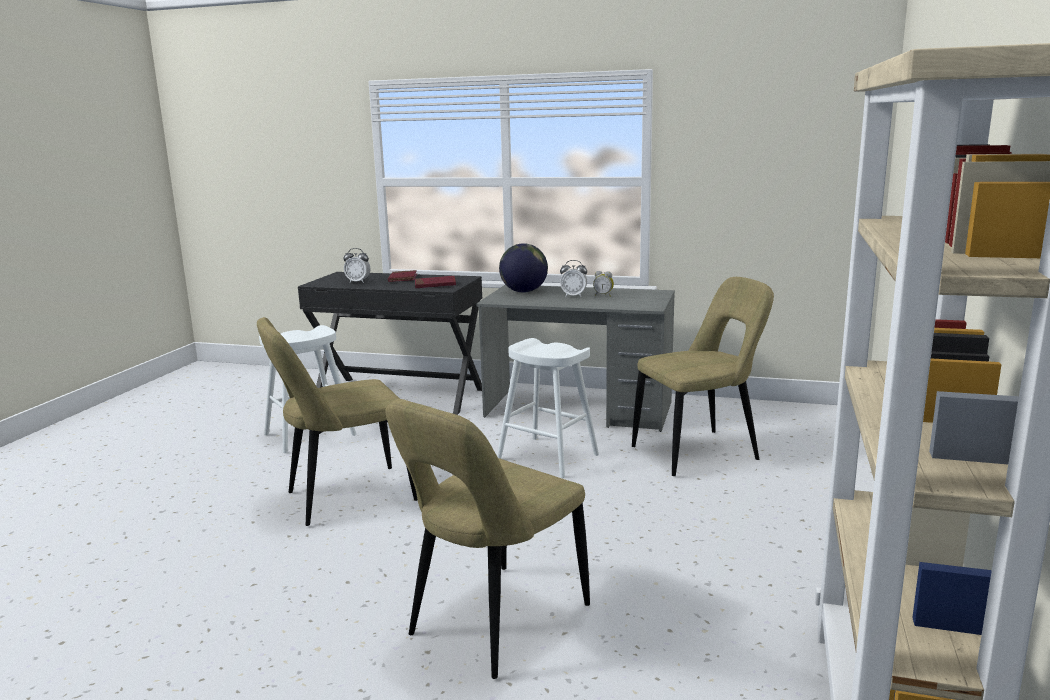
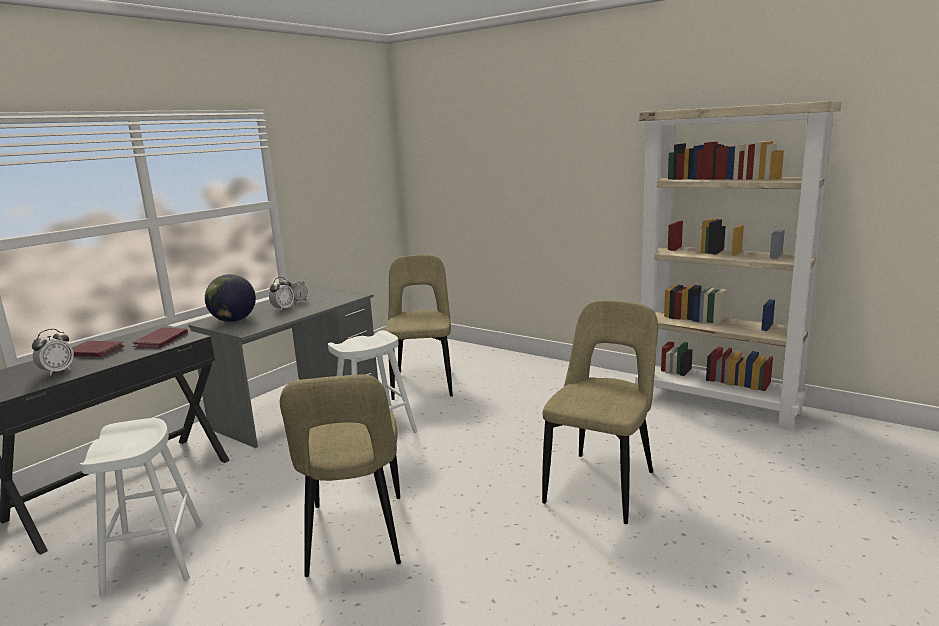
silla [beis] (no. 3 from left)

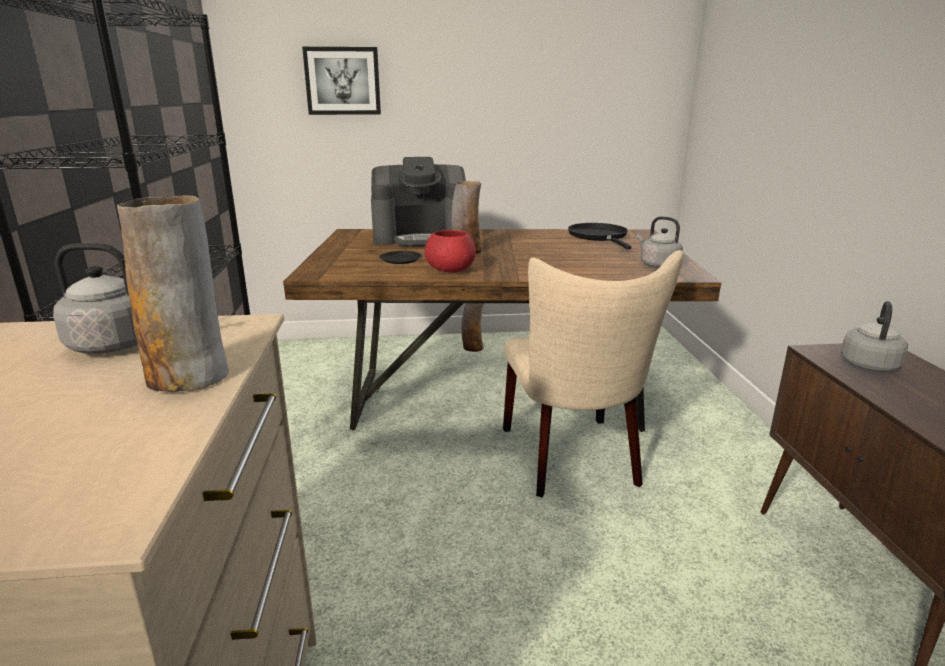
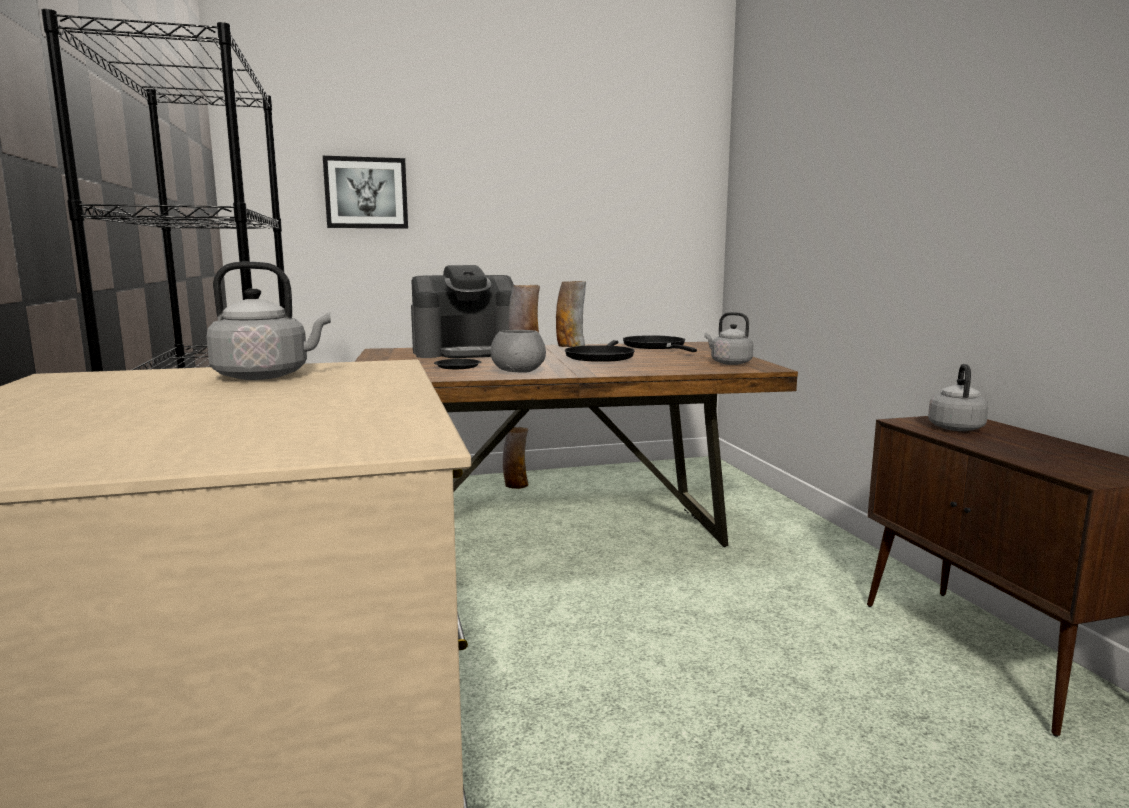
florero (no. 3 from left)
cuenco [gris]
silla [beis]
sartén [negro] (no. 1 from left)

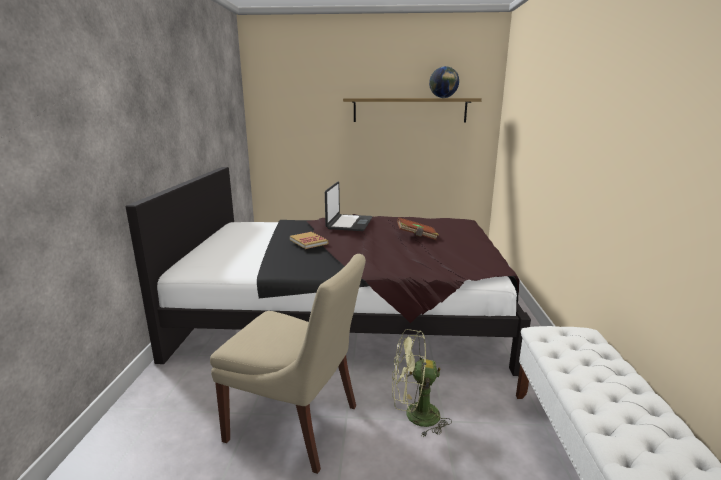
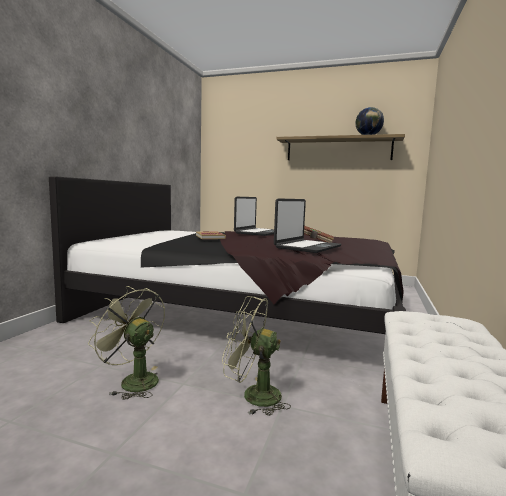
ventilador [verde] (no. 1 from left)
portátil (no. 2 from left)

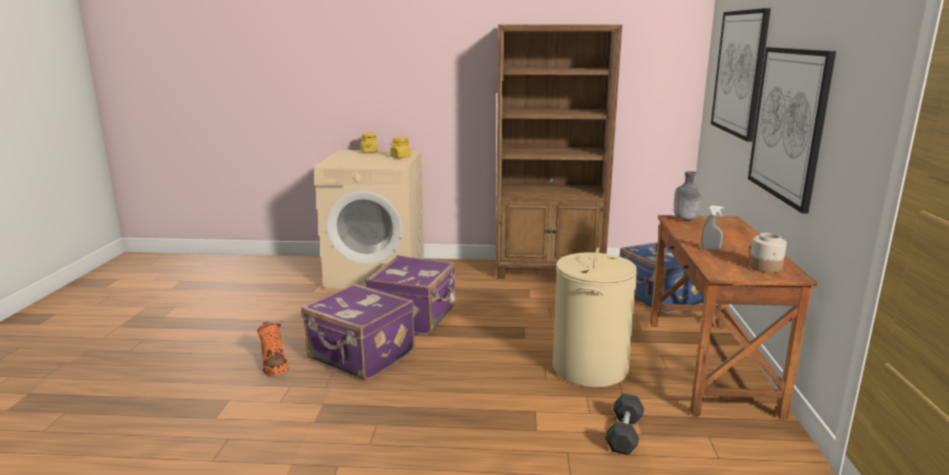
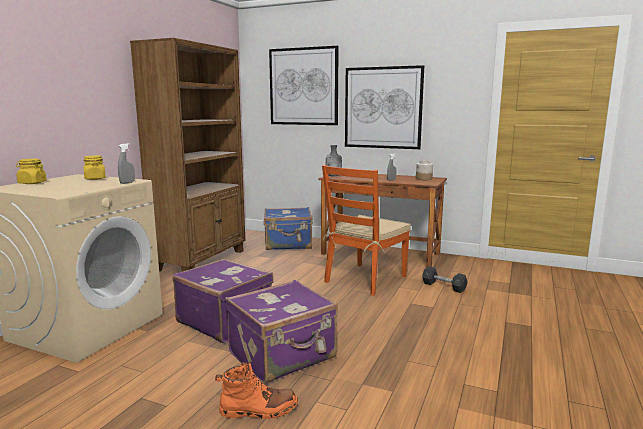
silla [naranja]
pulverizador [gris] (no. 1 from left)

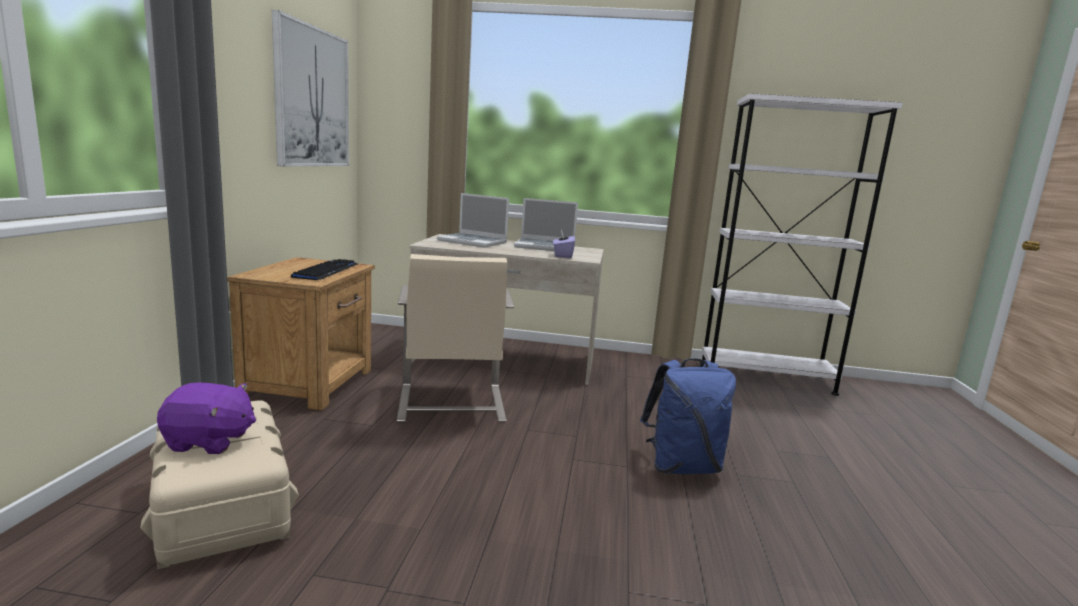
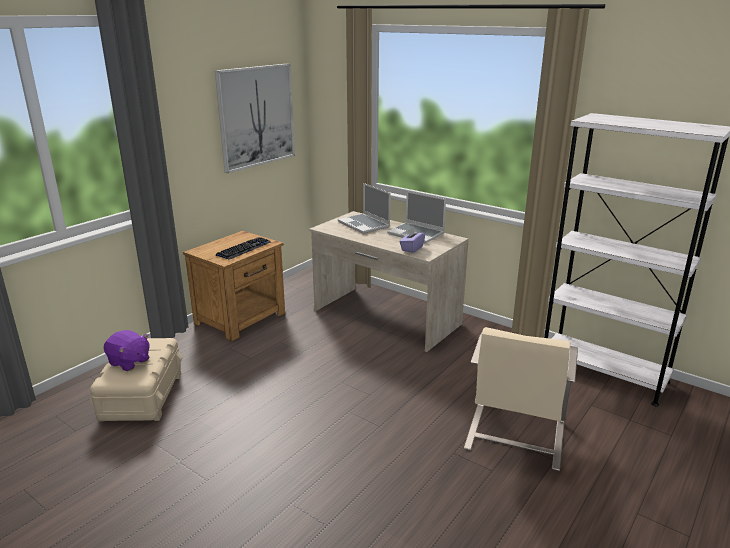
silla [beis]
mochila [azul]

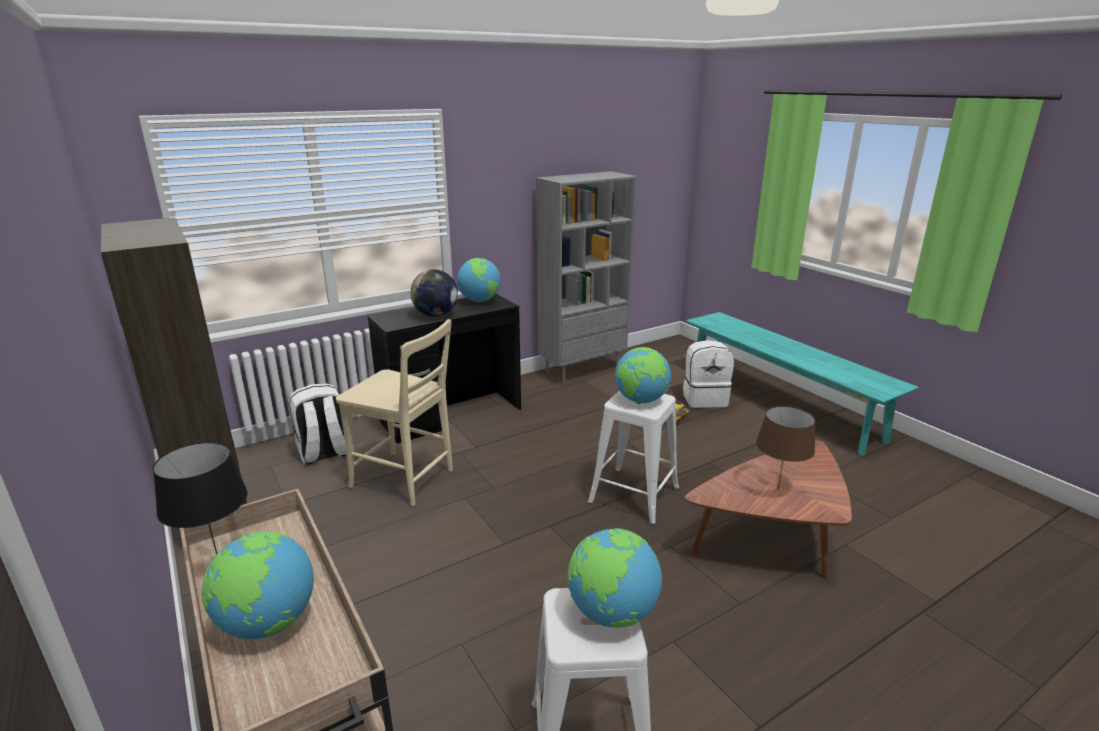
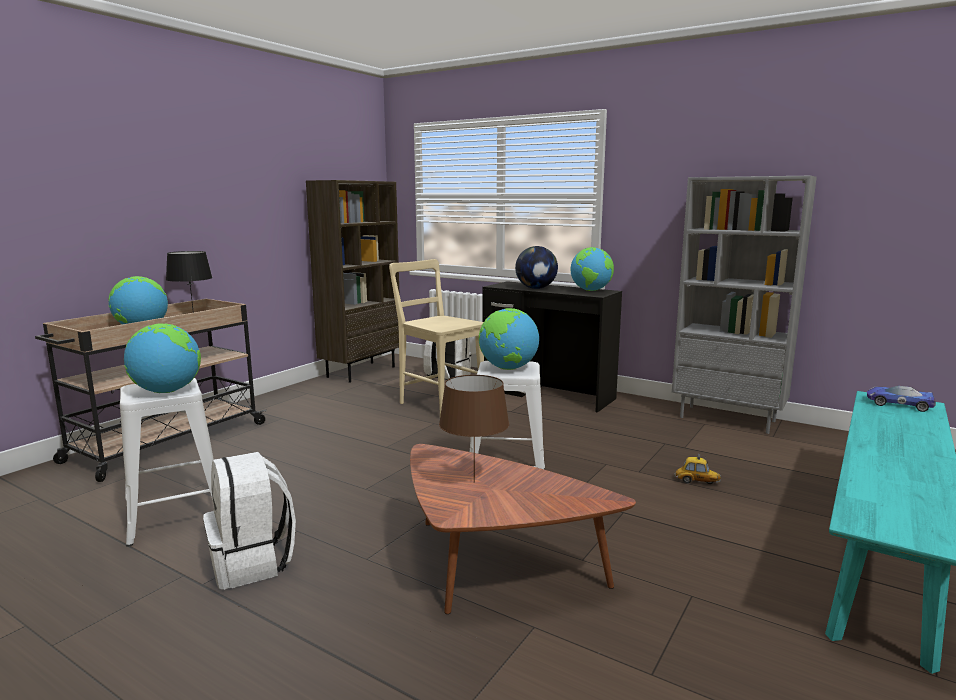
silla [beis]
mochila [blanco] (no. 1 from left)
coche de juguete (no. 2 from left)

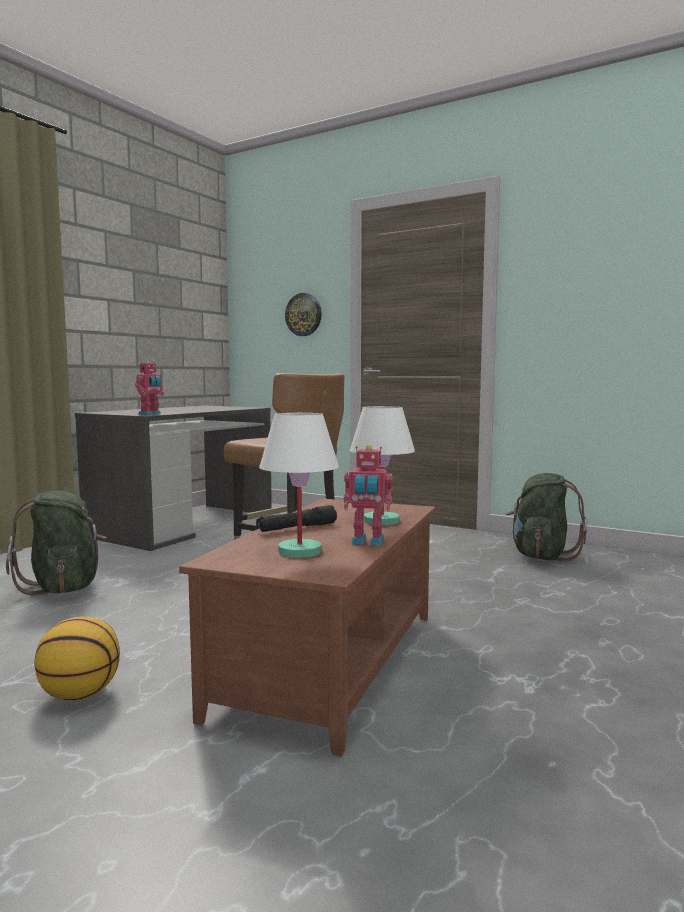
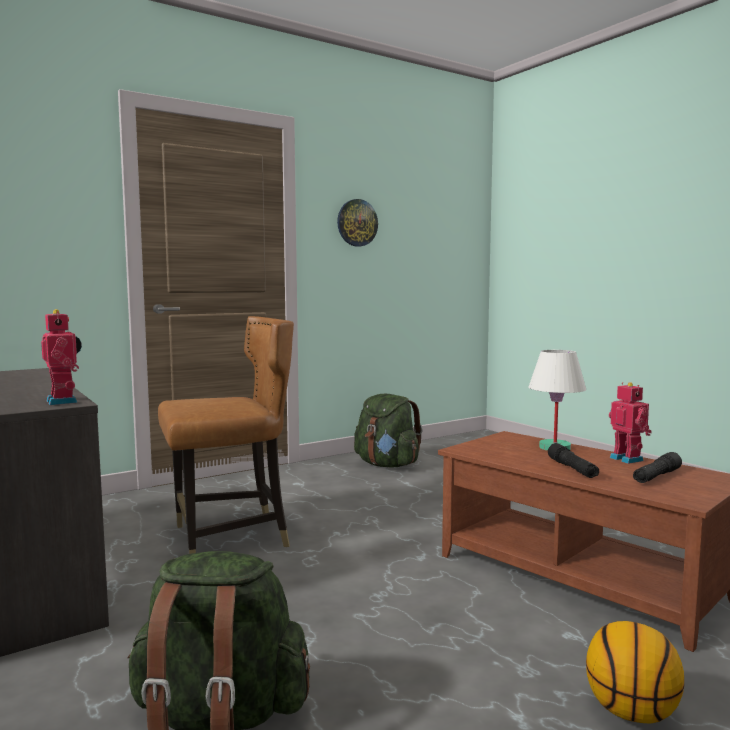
linterna [negro] (no. 2 from left)
reloj de pared
robot de juguete (no. 2 from left)

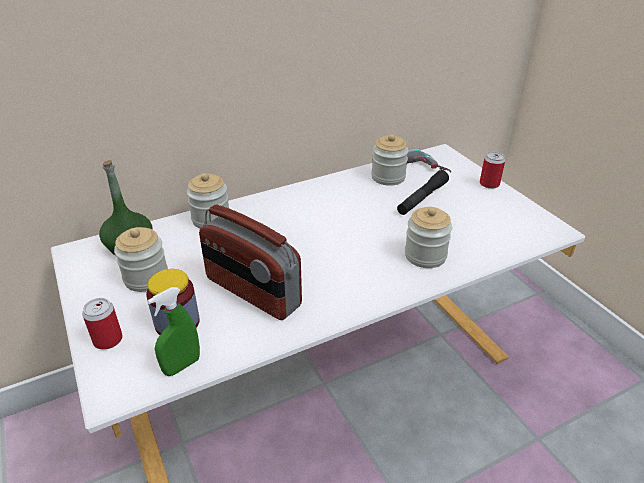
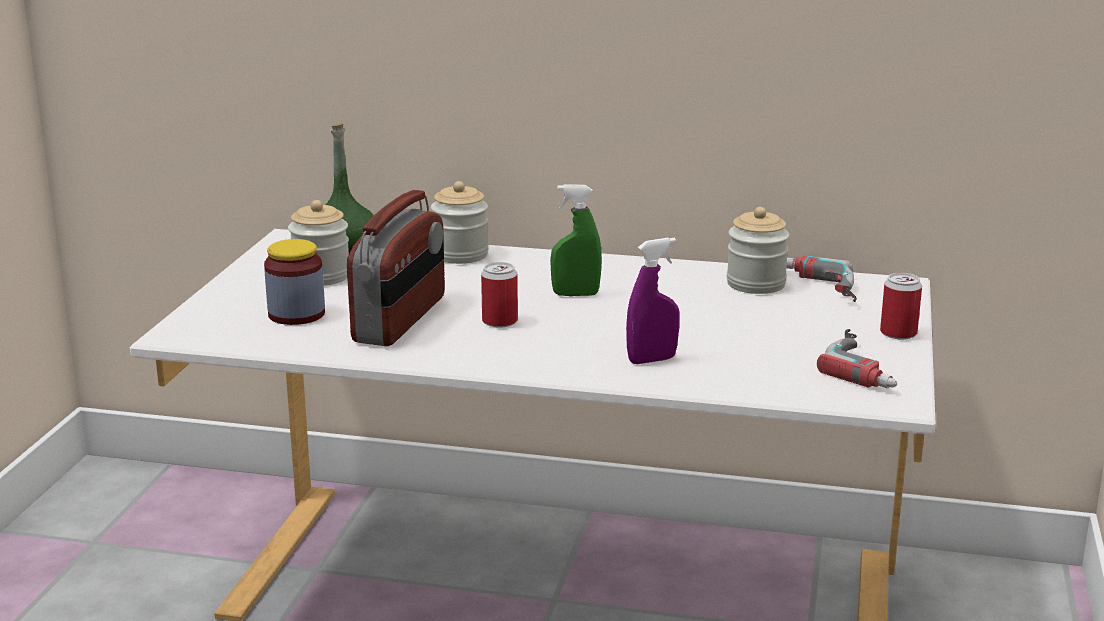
lata (no. 1 from left)
pulverizador [verde]
radio
linterna [negro]
pulverizador [morado]
taladro (no. 2 from left)

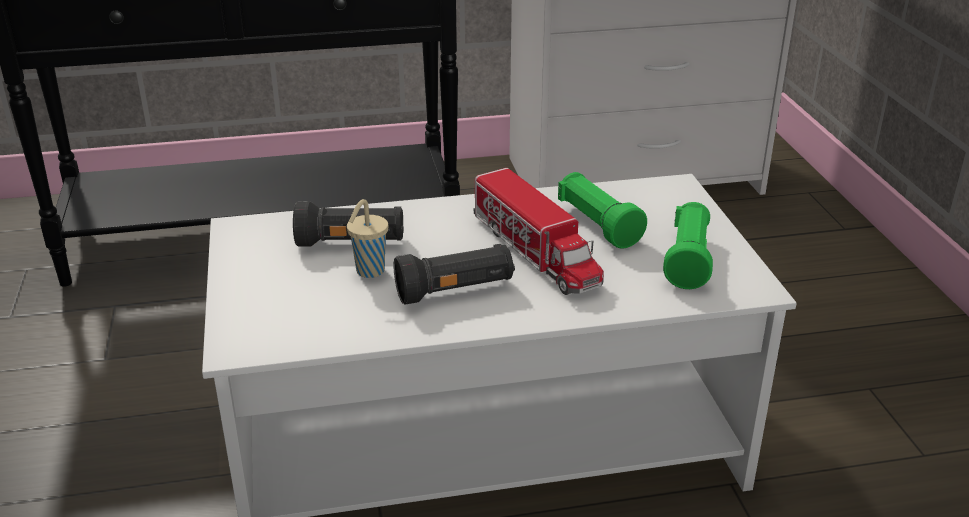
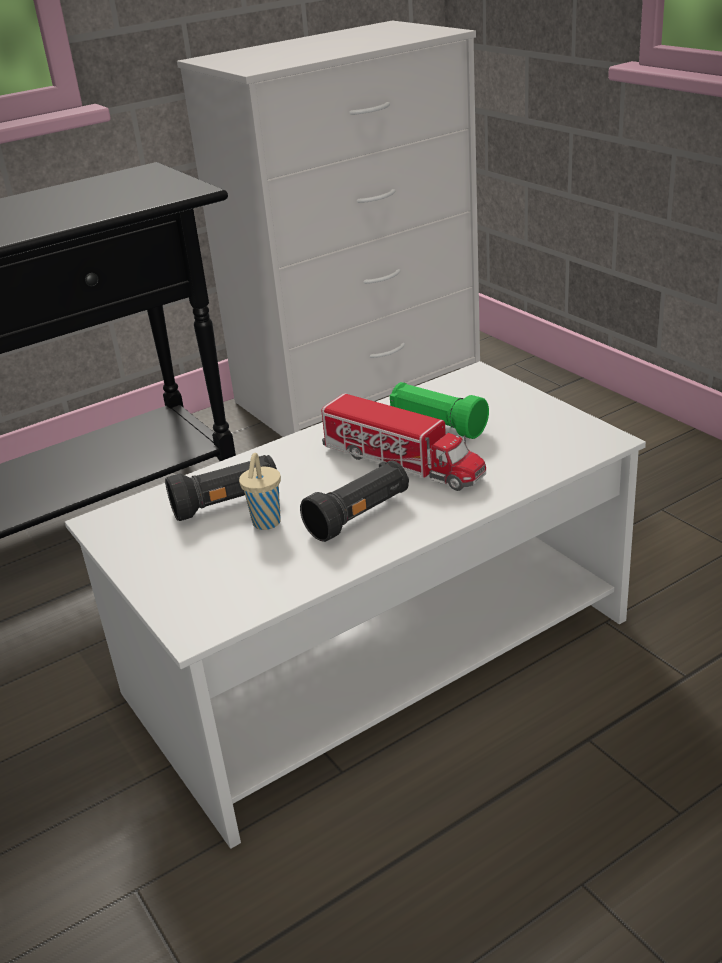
linterna [verde] (no. 2 from left in the first image)

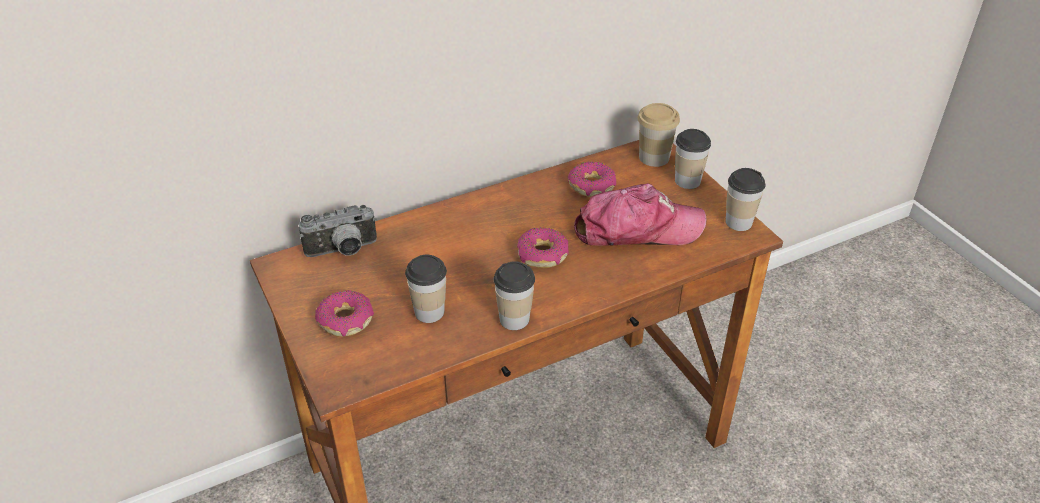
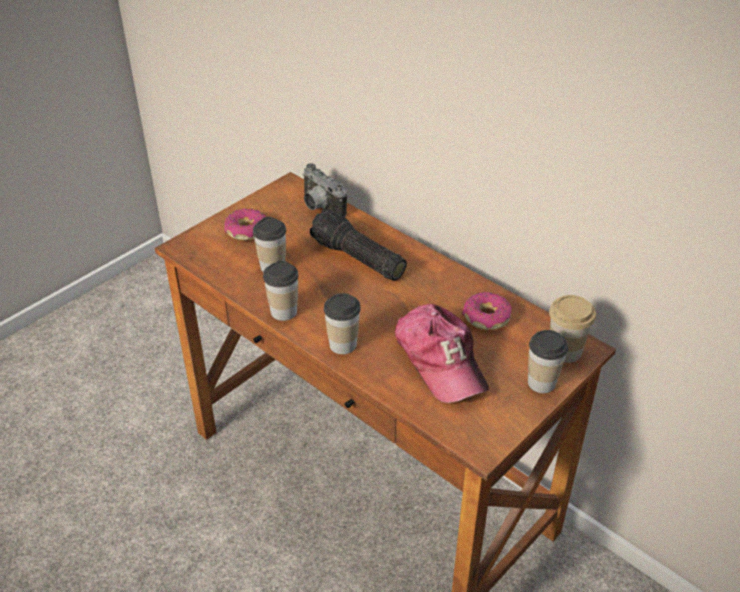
rosquilla (no. 2 from left in the first image)
taza (no. 3 from left)
linterna

